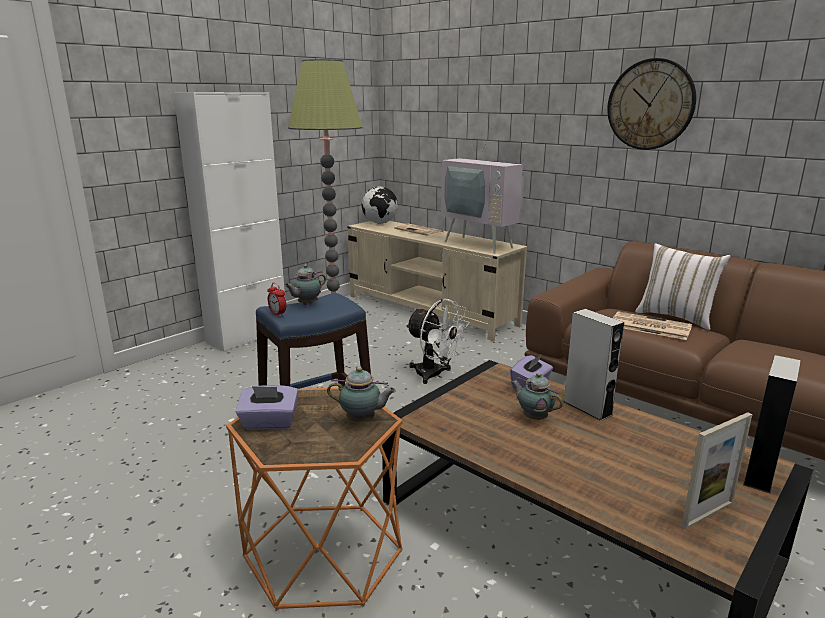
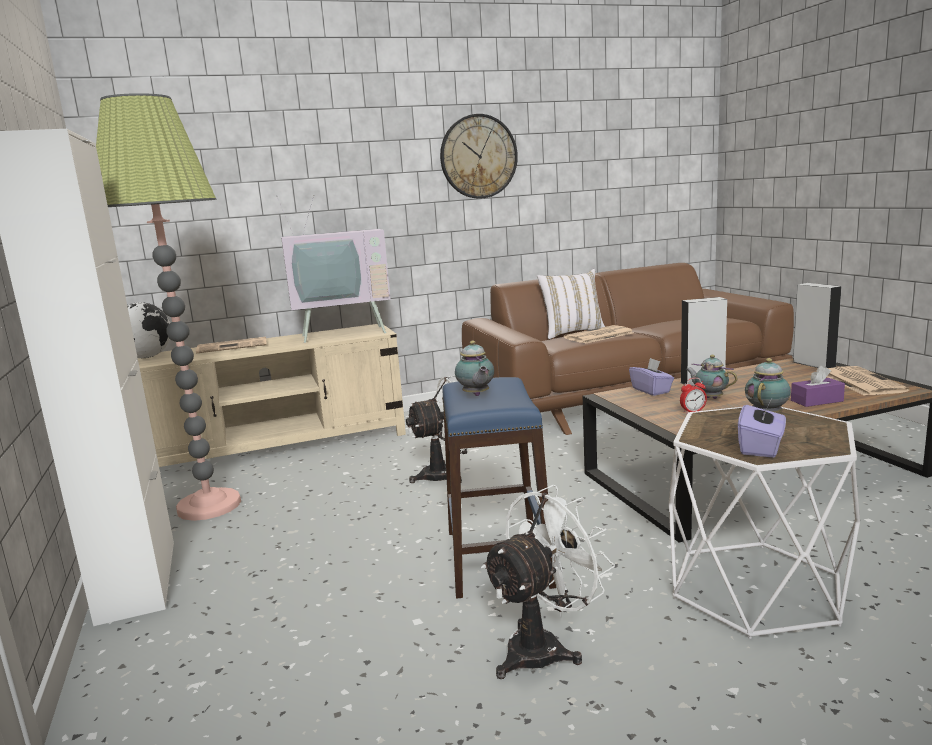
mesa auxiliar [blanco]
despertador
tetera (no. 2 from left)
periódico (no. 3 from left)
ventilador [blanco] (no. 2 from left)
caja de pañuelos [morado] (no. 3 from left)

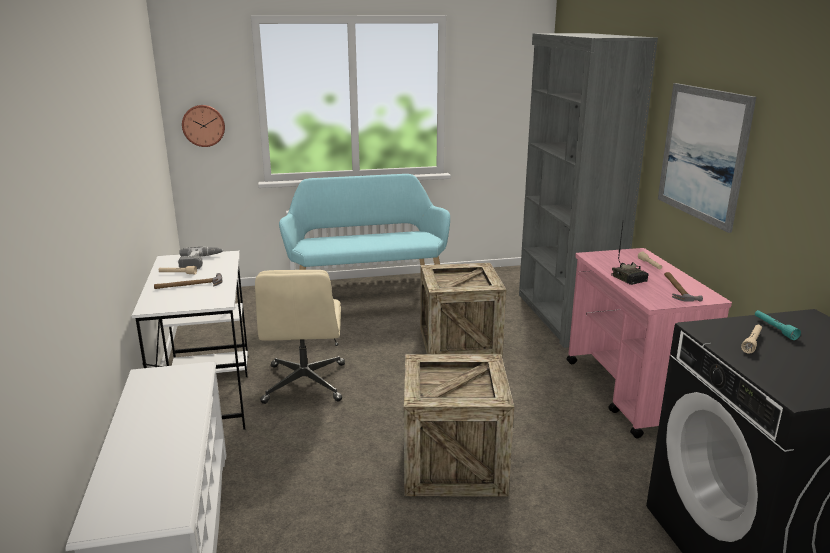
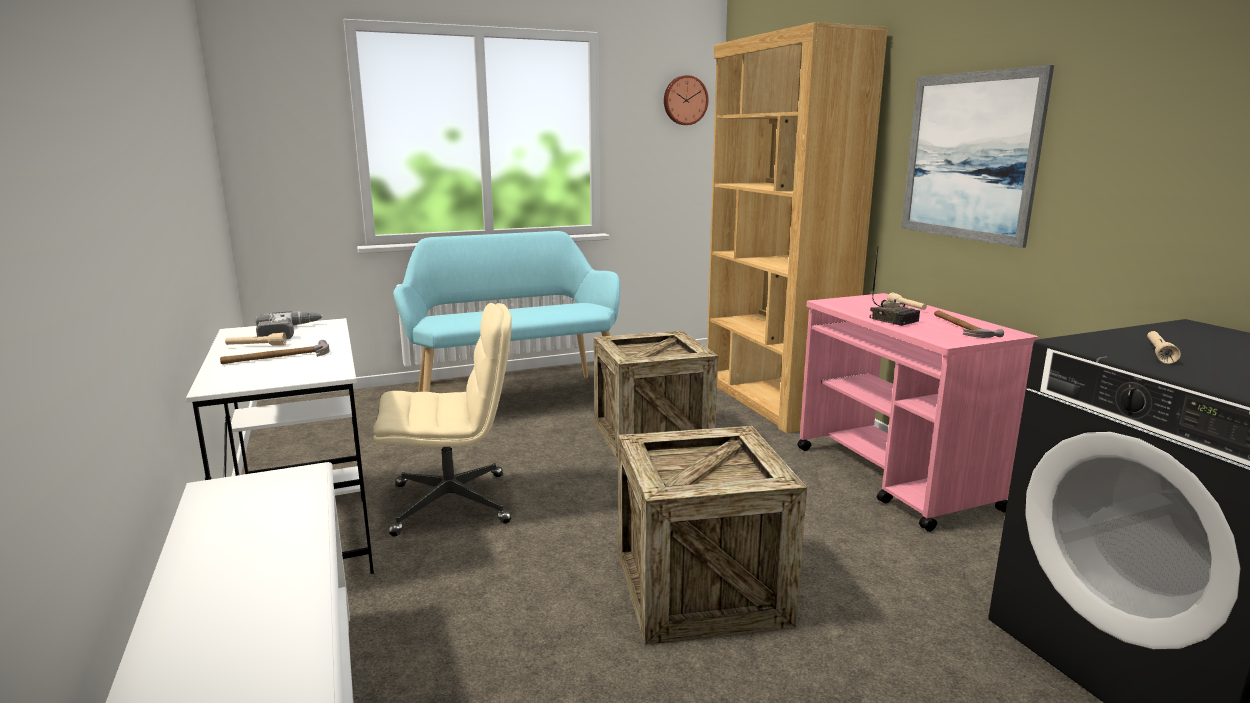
reloj de pared
silla de oficina [beis]
estantería [marrón]
linterna [turquesa]

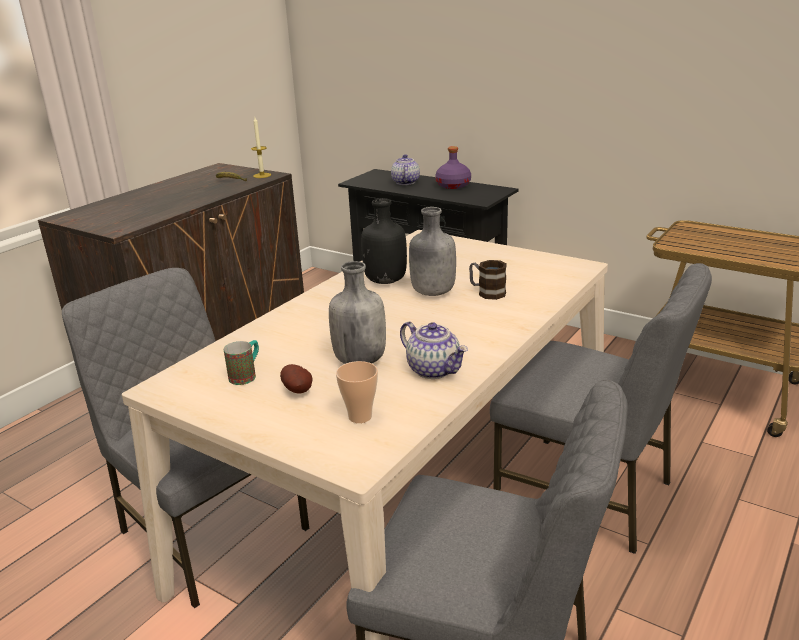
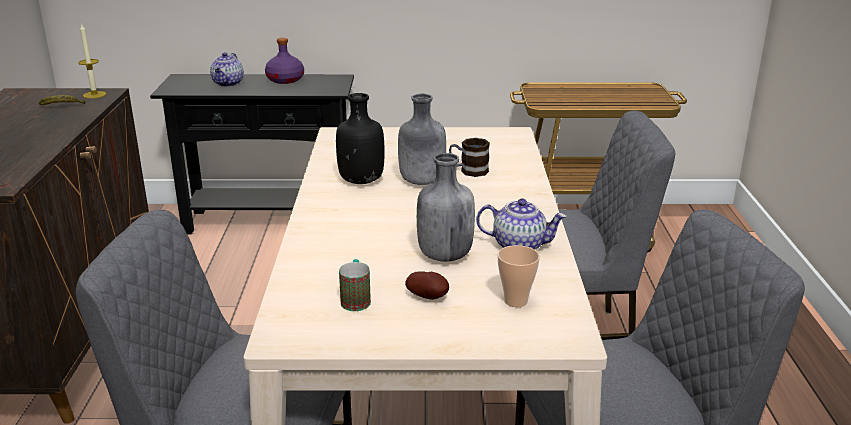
tetera (no. 1 from left)

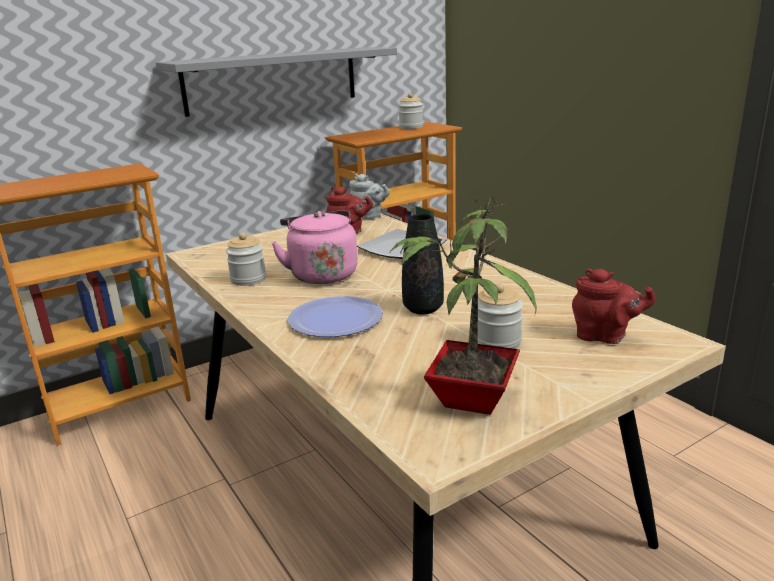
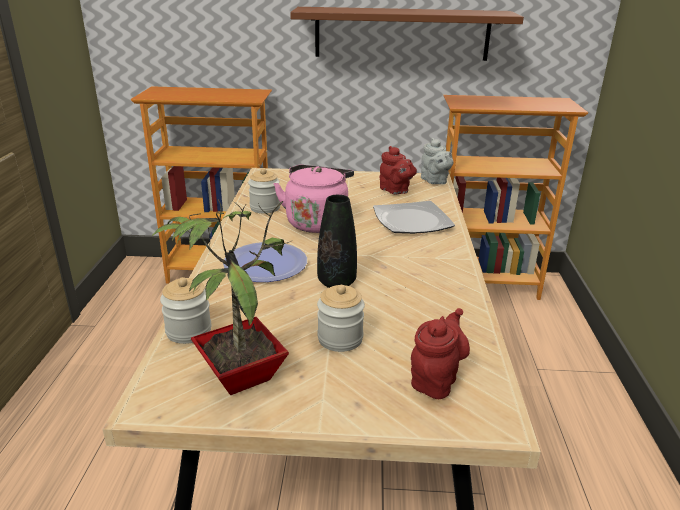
estante [marrón]
tarro (no. 1 from left)
tetera [rojo] (no. 2 from left)

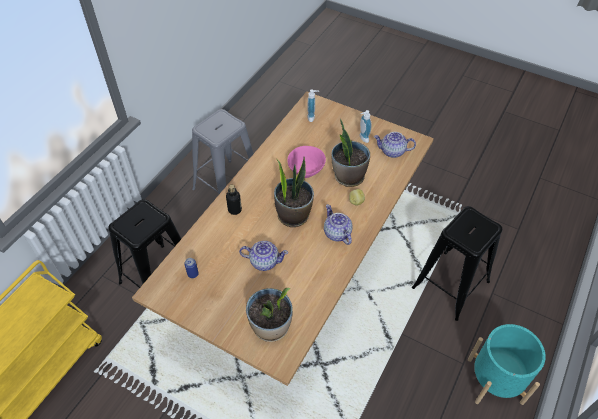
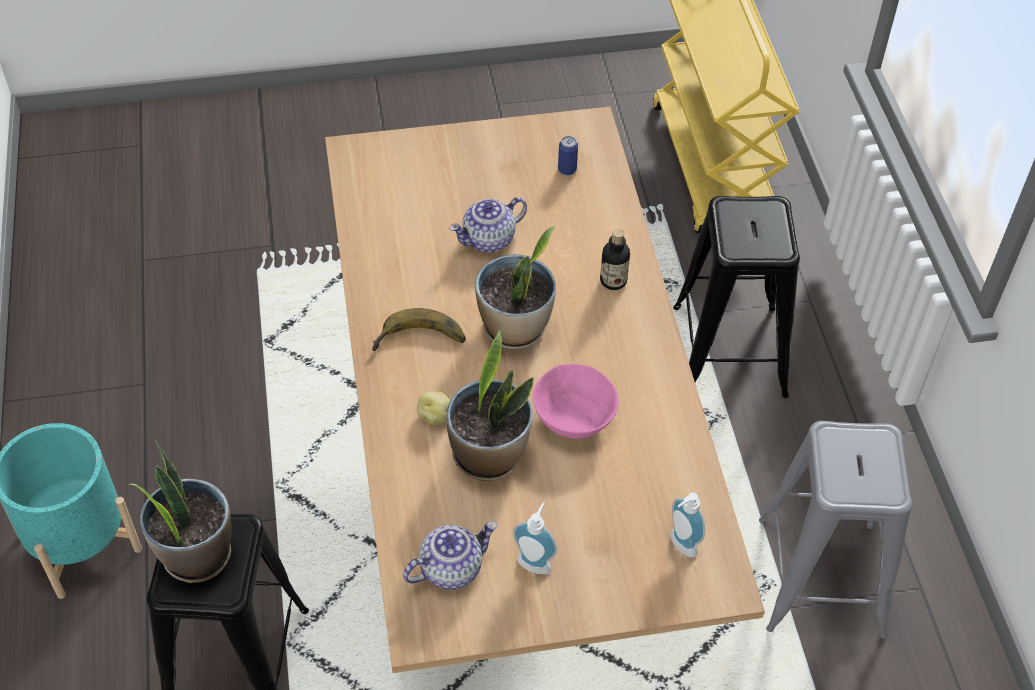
planta en maceta (no. 1 from left)
plátano

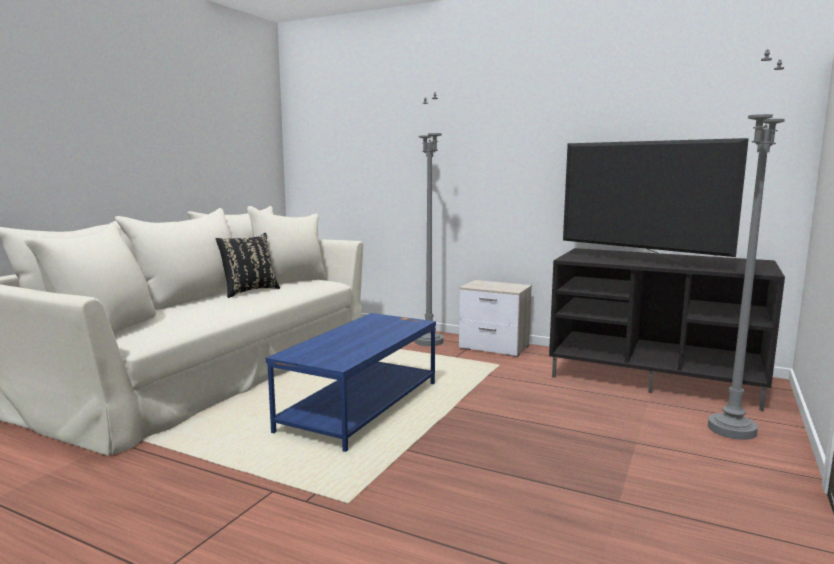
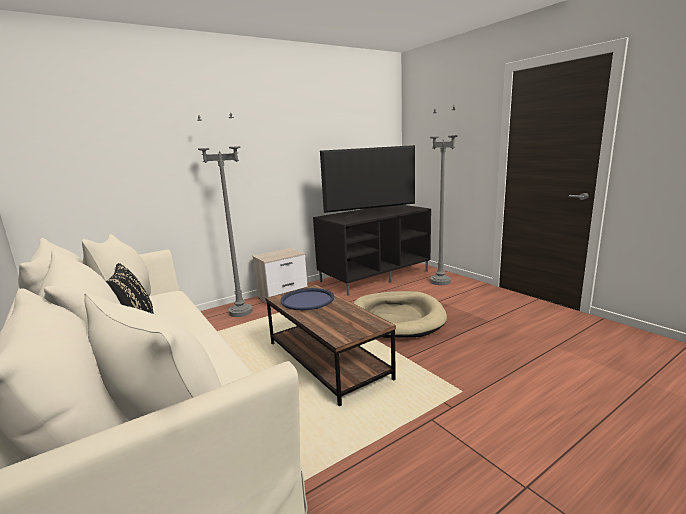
mesa de centro [marrón]
bandeja [azul]
cama para perro [beis]

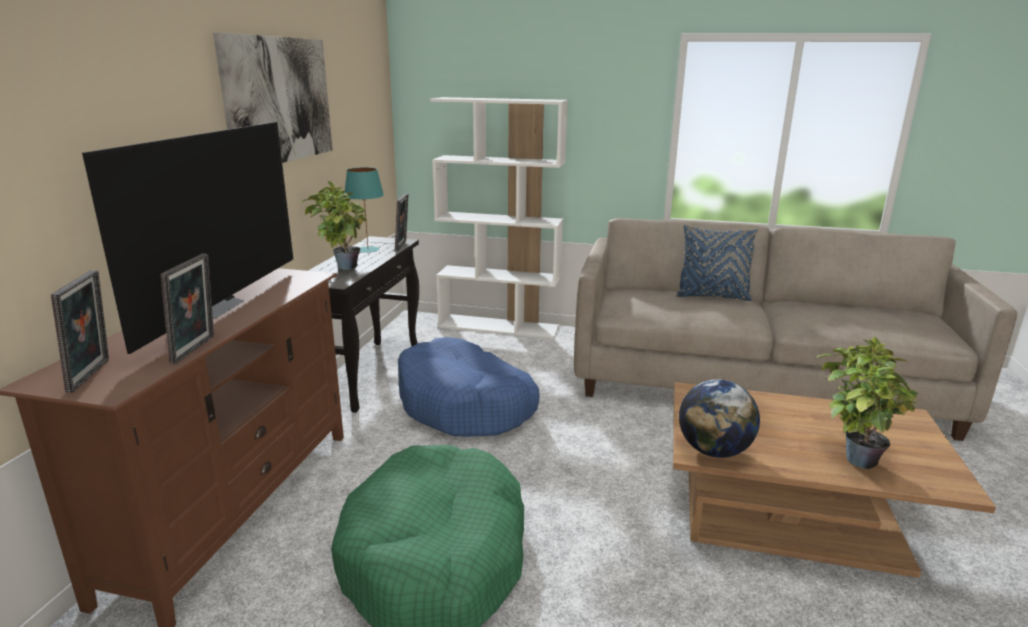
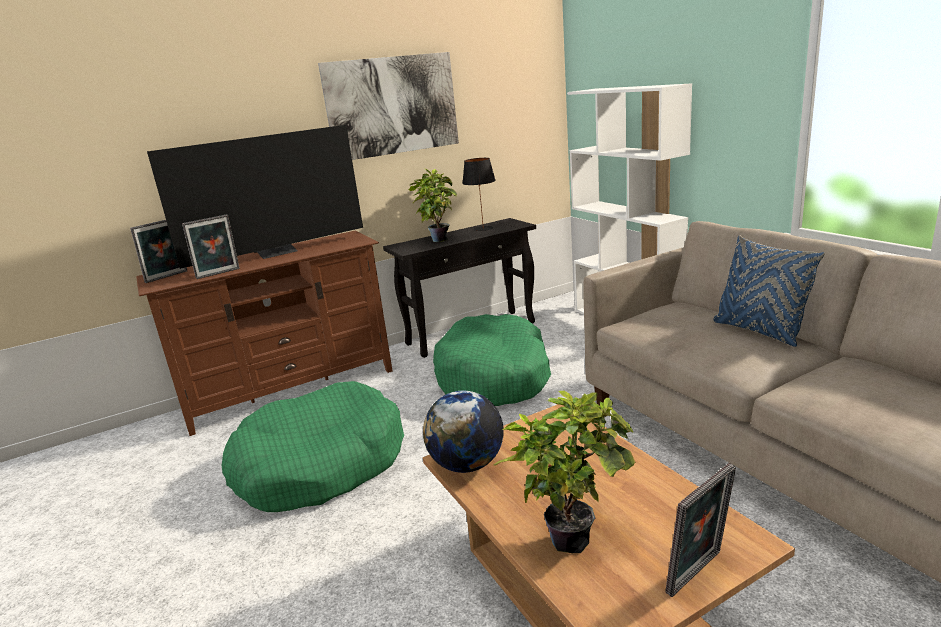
lámpara de mesa [negro]
portarretratos (no. 3 from left)
cama para perro [verde] (no. 2 from left)

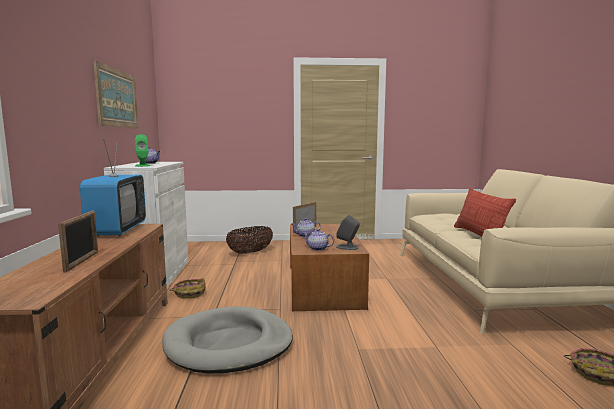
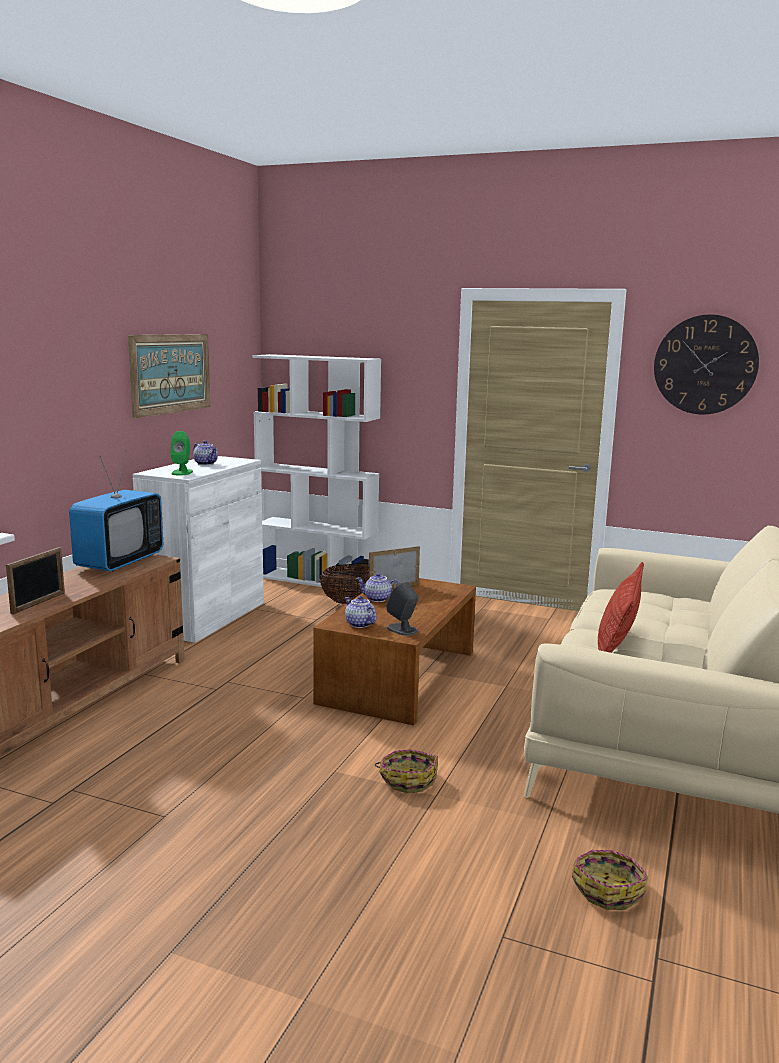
cama para perro [gris]
cesta (no. 2 from left)
estantería [blanco]
reloj de pared

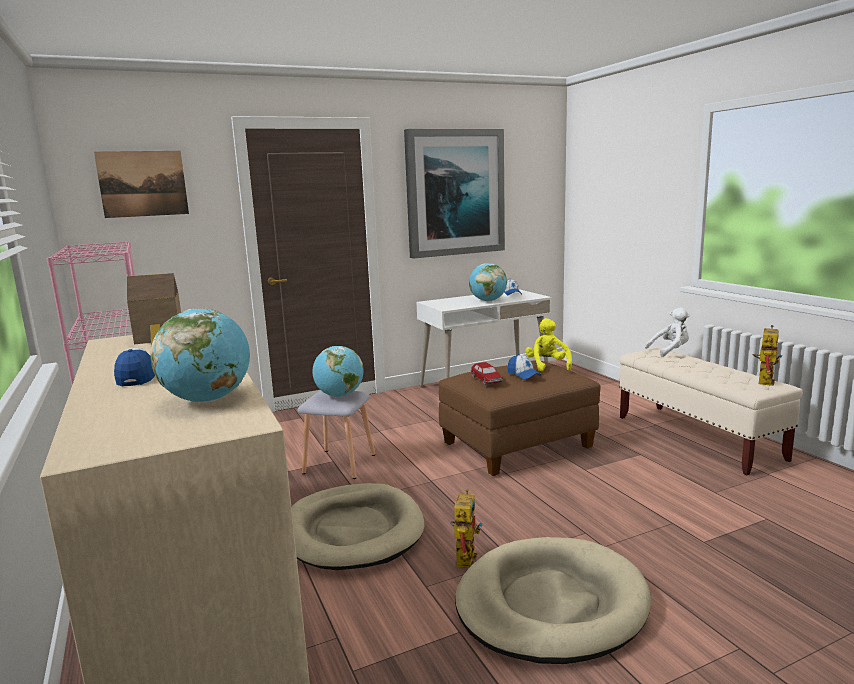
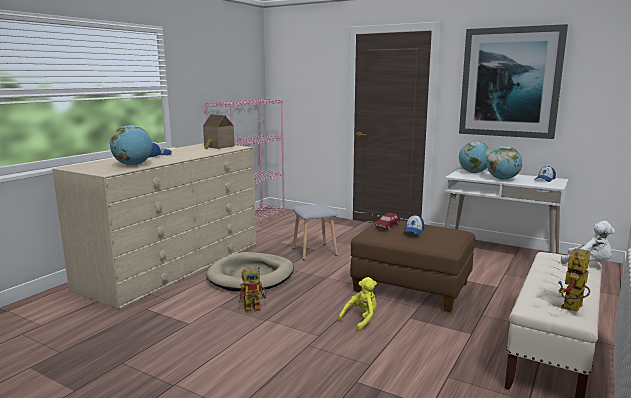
cuadro (no. 1 from left in the first image)
globo terráqueo (no. 2 from left)
cama para perro [beis] (no. 2 from left in the first image)
peluche [amarillo]
robot de juguete (no. 2 from left)

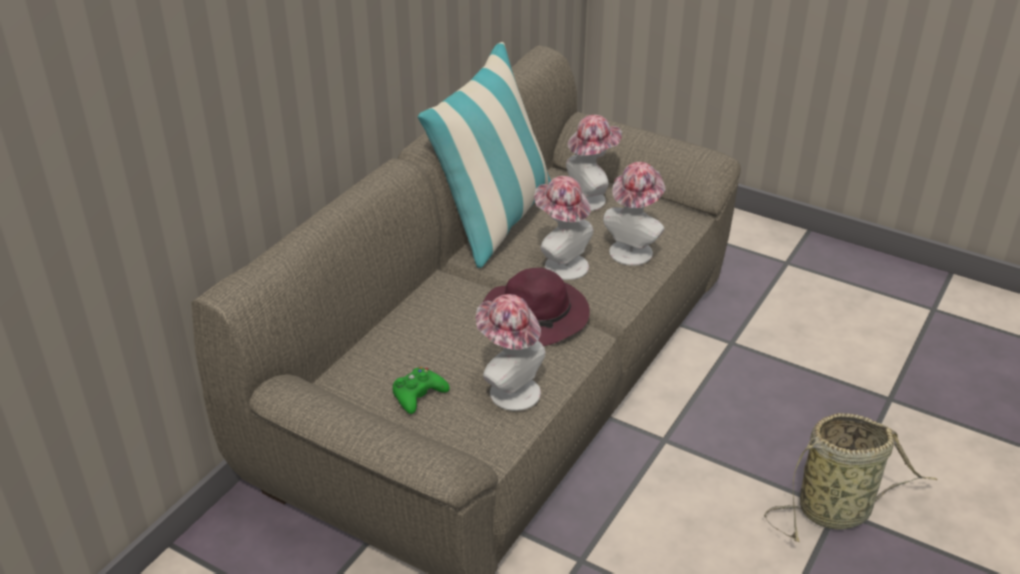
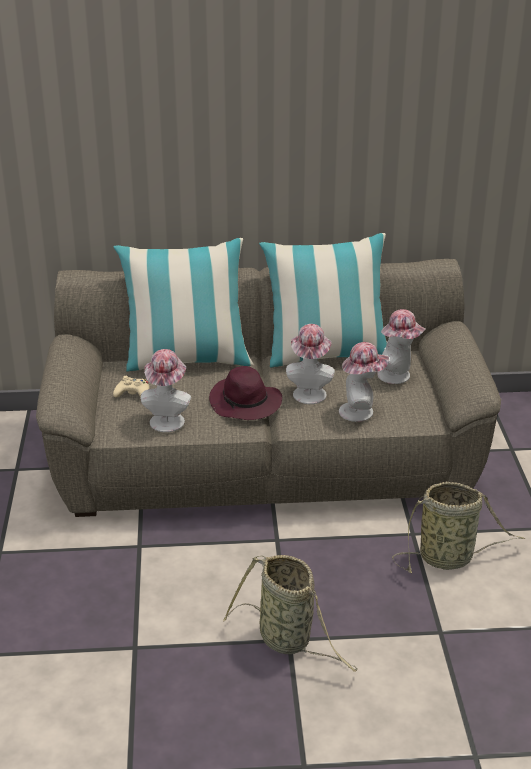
mando de consola [beis]
cojín (no. 1 from left)
cesta (no. 2 from left)

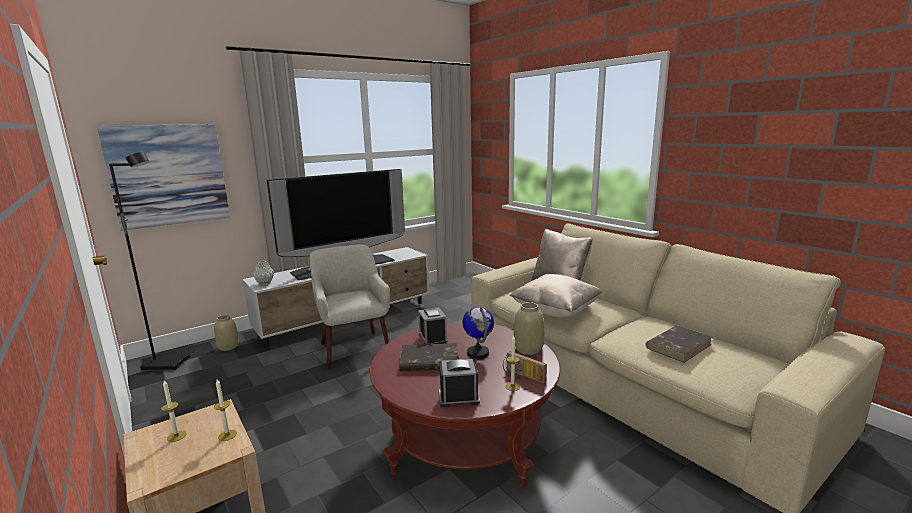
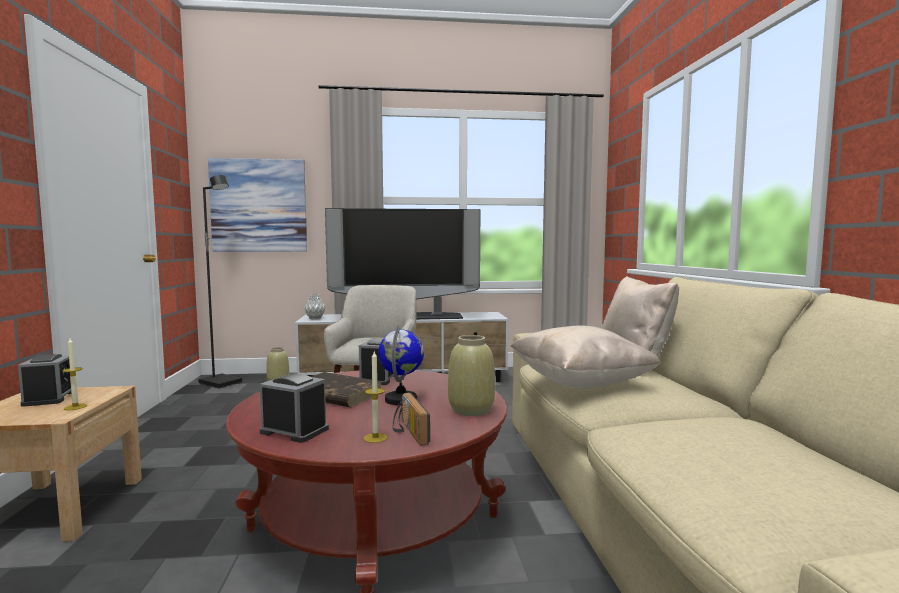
despertador (no. 1 from left)
libro [marrón] (no. 2 from left in the first image)

